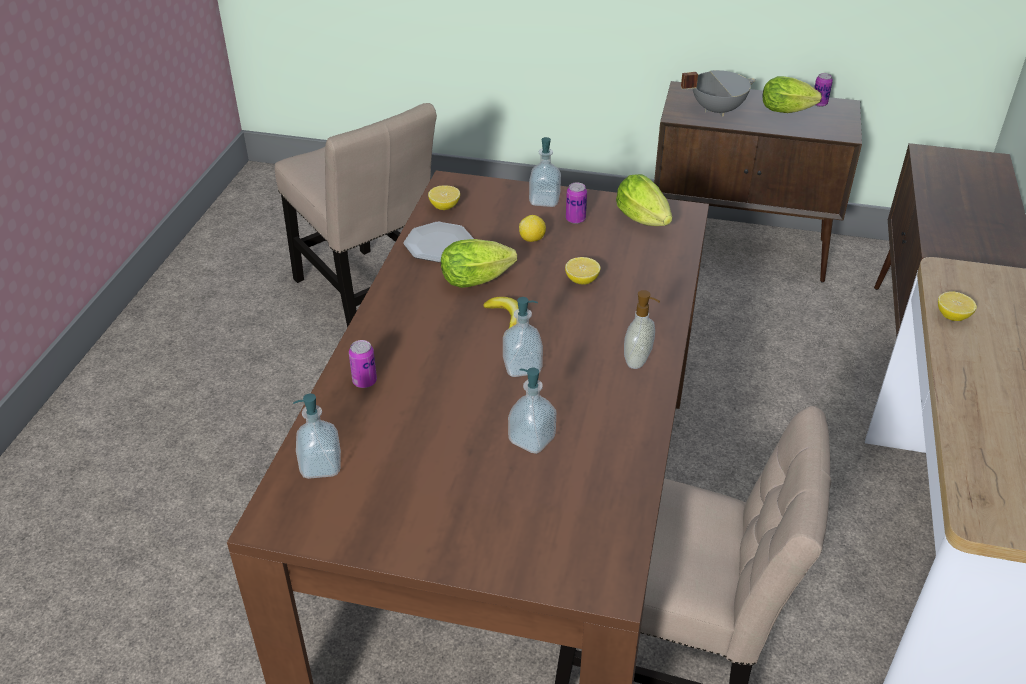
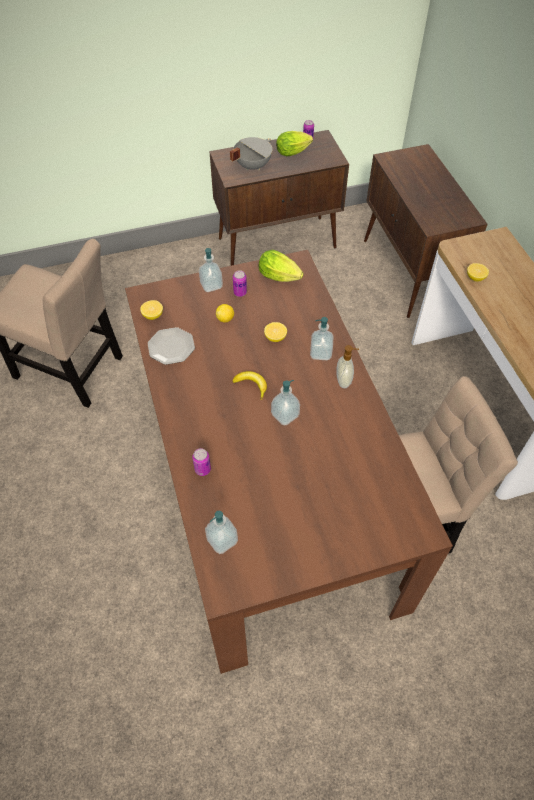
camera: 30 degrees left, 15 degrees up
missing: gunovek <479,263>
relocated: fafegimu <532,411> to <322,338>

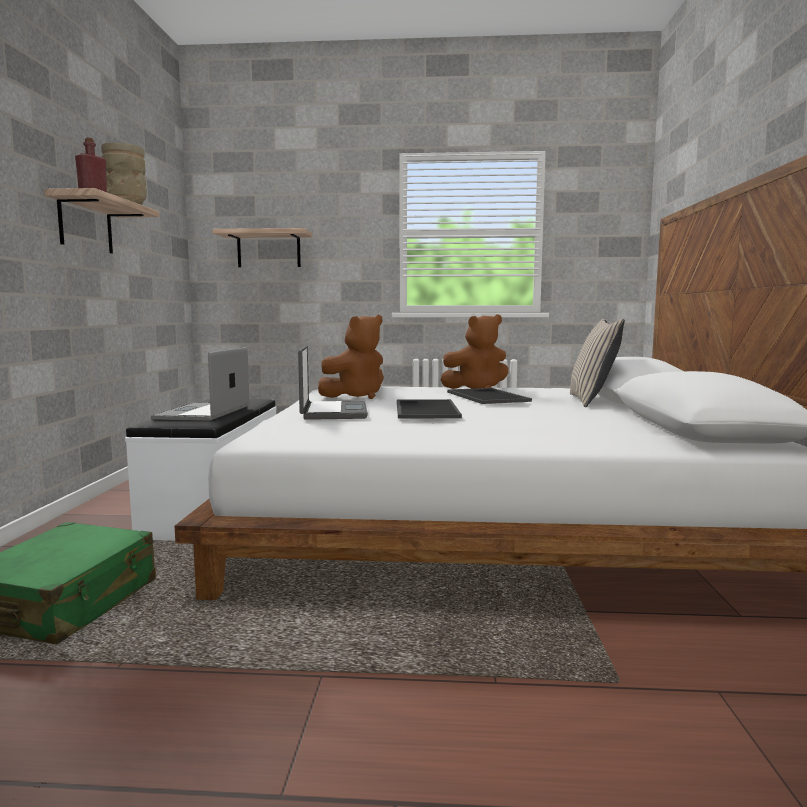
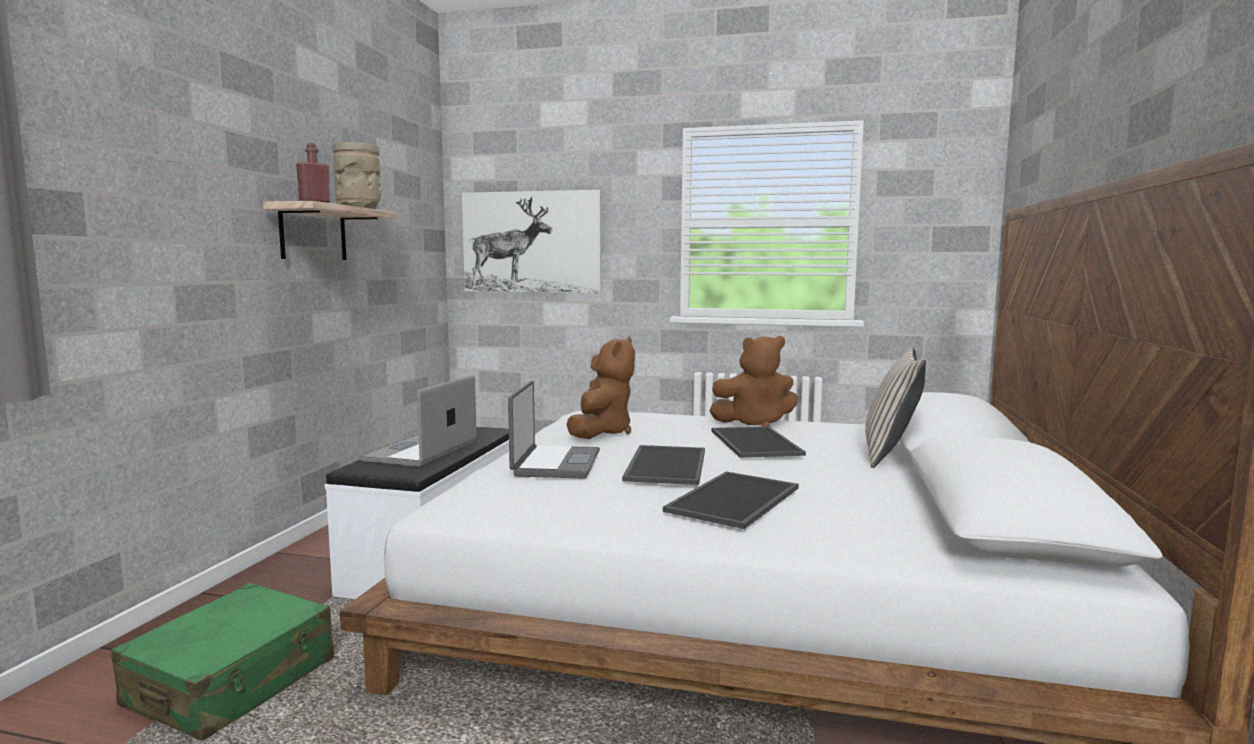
camera: 10 degrees right, 0 degrees up
appeared: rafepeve <731,500>
exchanged: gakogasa <262,247> to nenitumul <532,241>
spun: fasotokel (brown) <351,357> = <601,387> 45 degrees counterclockwise

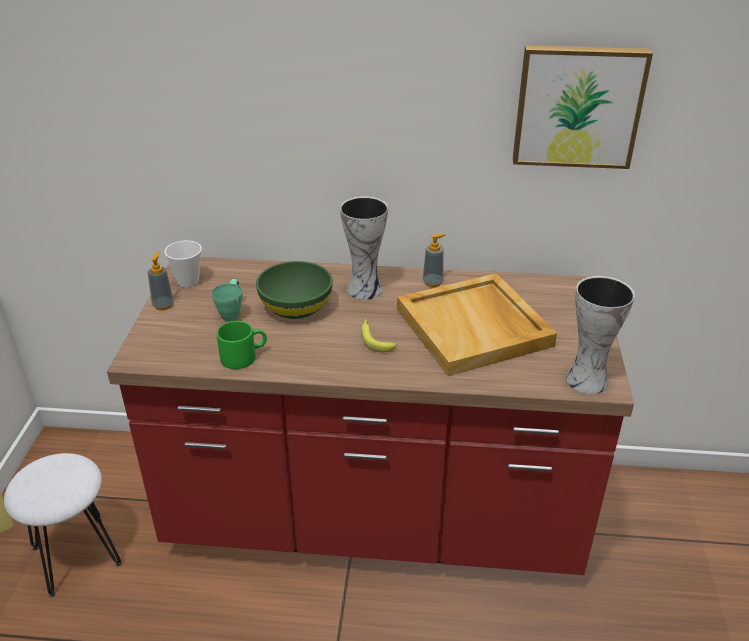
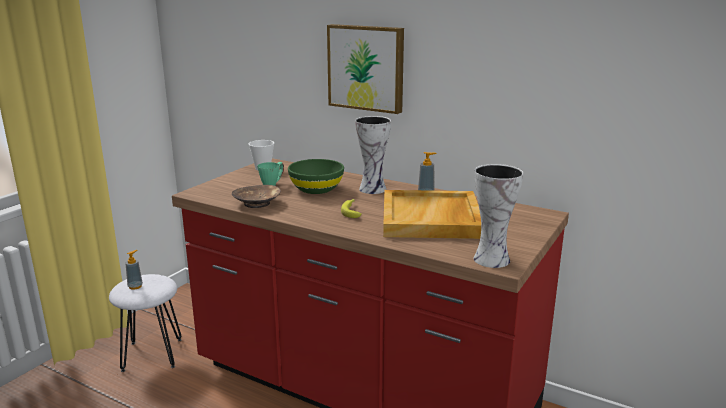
camera: 25 degrees right, 15 degrees down
relocated: fafegimu <161,281> to <134,270>; nenitumul <583,107> to <365,69>
exchanged: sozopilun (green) <241,345> to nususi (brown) <256,196>

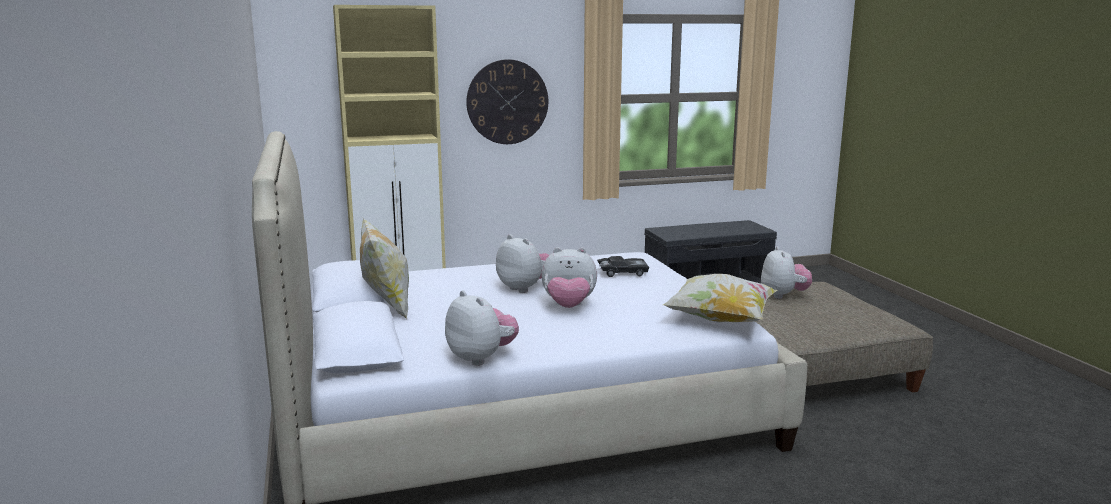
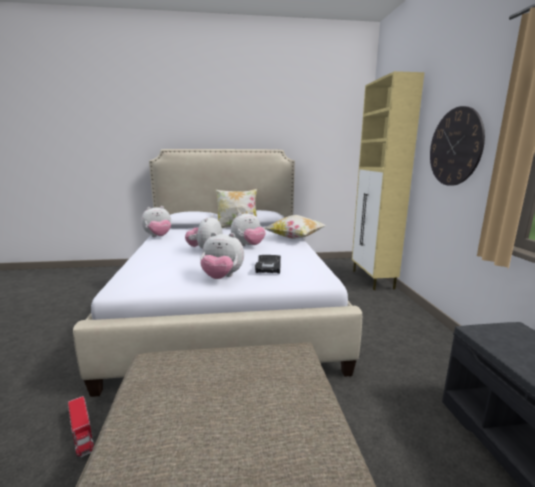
camera: 100 degrees right, 0 degrees up
appeared: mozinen <81,427>
relocated: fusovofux <720,298> to <295,227>; fasotokel <786,272> to <222,255>

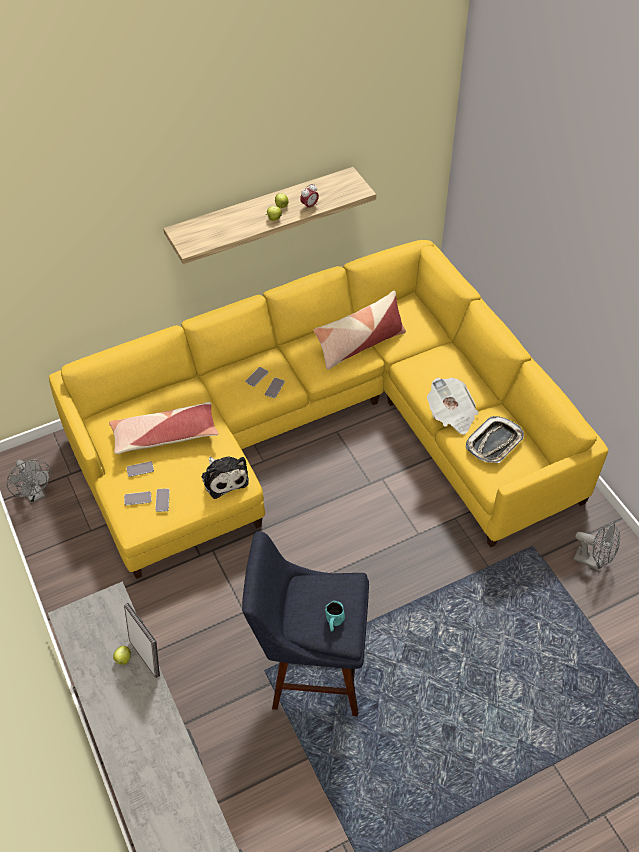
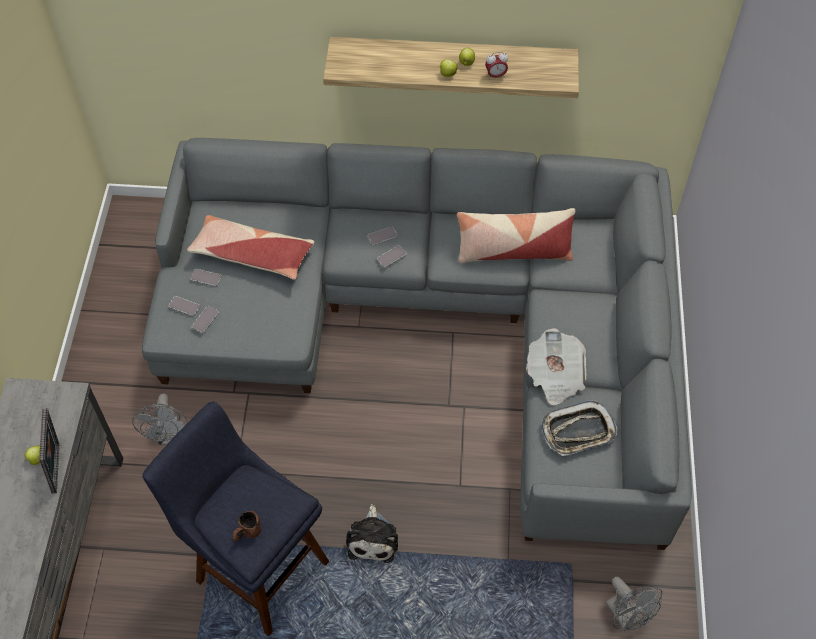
camera: 30 degrees right, 5 degrees up
relocated: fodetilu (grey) <29,481> to <160,419>; fasotokel <225,478> to <372,533>
colour: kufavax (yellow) <328,409> to kufavax (grey) <417,344>; sozopilun (turquoise) <335,616> to sozopilun (brown) <247,526>

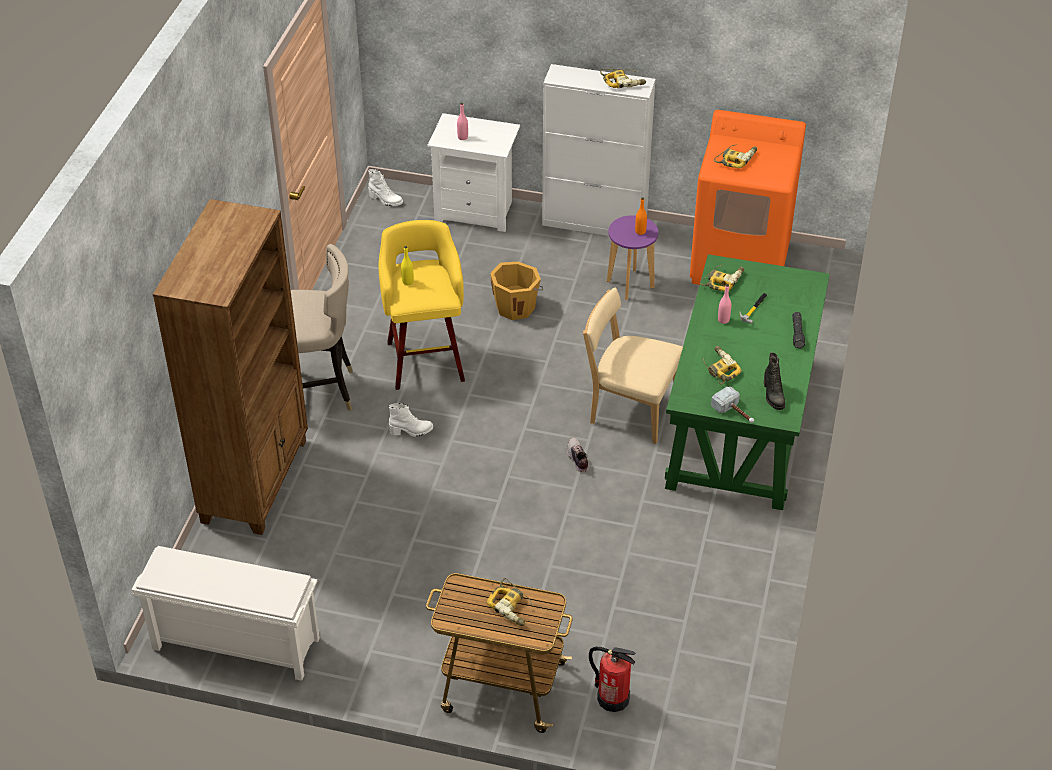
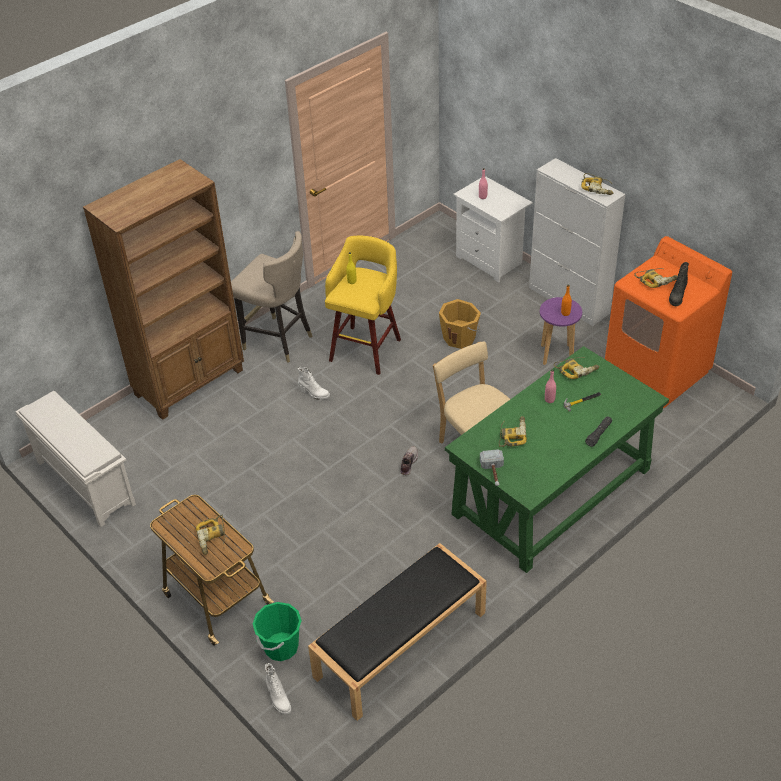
camera: 35 degrees right, 0 degrees up
appeared: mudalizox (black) <397,632>
relocated: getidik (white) <385,187> to <278,689>; getidik (black) <774,381> to <679,284>
exchanged: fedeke <612,679> to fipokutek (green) <277,631>

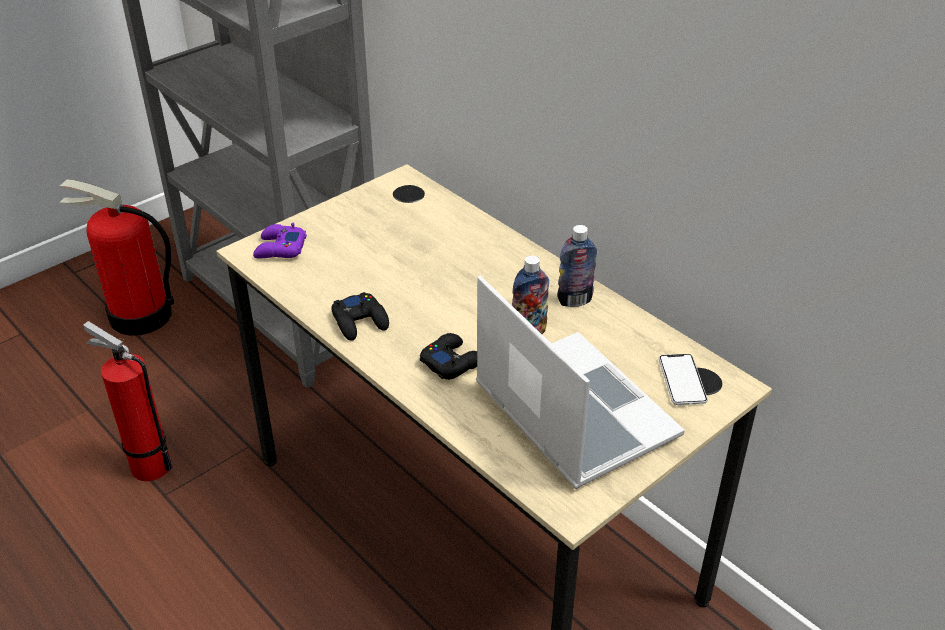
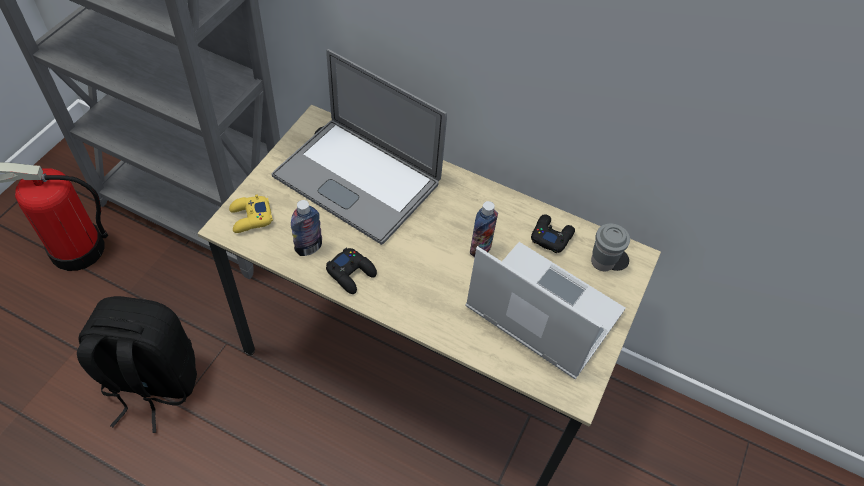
camera: 25 degrees left, 15 degrees up
appeared: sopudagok <359,147>
relocated: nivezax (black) <448,356> to <553,233>; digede <577,266> to <306,228>
exchanged: fedeke <128,401> to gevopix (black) <137,364>; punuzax <683,379> to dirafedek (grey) <610,247>
colour: nivezax (purple) <280,240> to nivezax (yellow) <251,213>

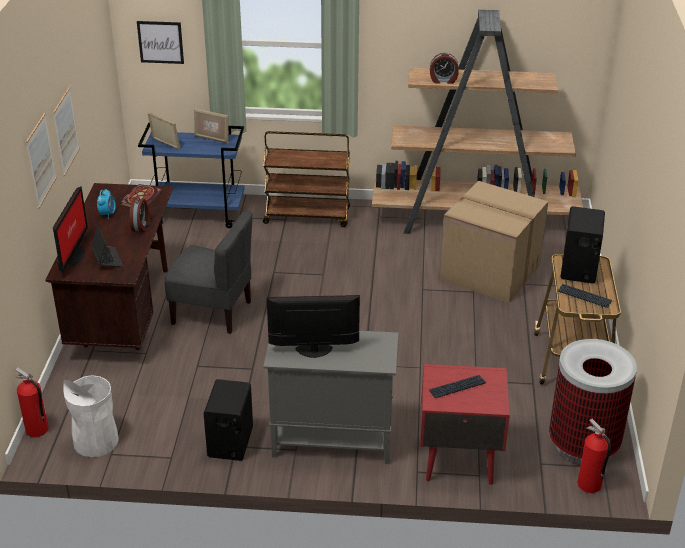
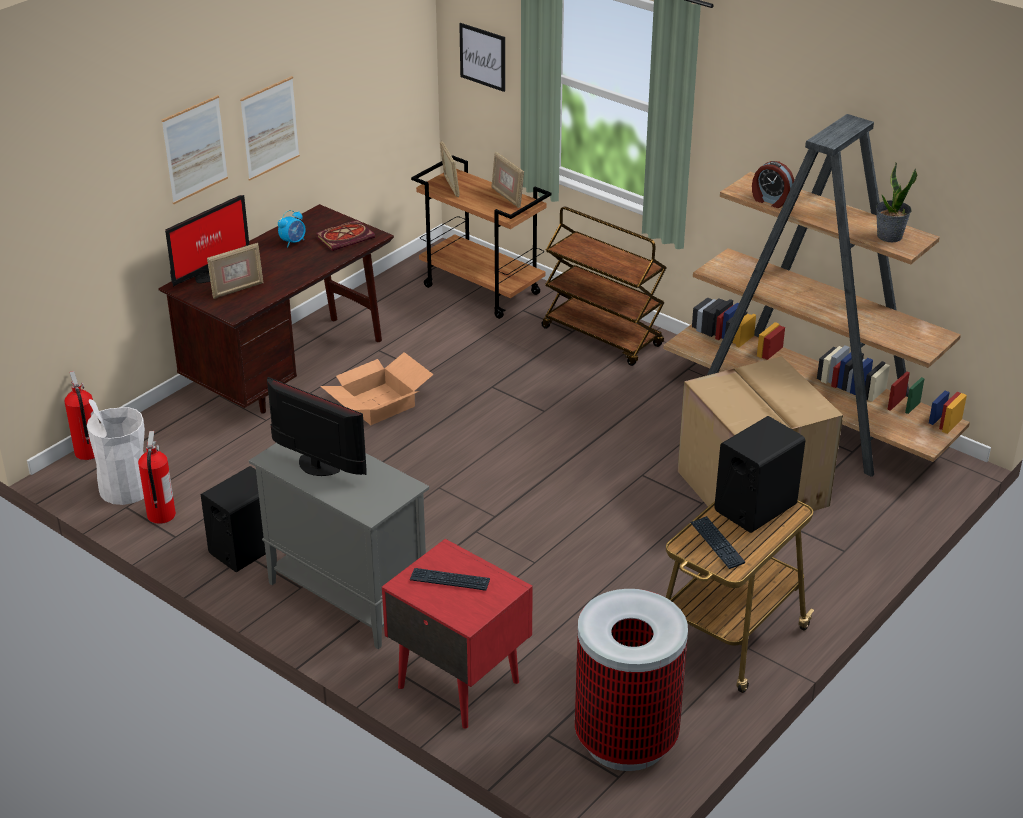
camera: 35 degrees right, 0 degrees up
missing: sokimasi <140,215>
appeared: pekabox <896,202>
relocated: fedeke <594,456> to <157,477>
exchanged: sopudagok <107,245> to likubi <235,271>; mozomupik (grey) <208,272> to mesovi <377,388>
colour: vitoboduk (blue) <191,175> to vitoboduk (brown) <481,237>

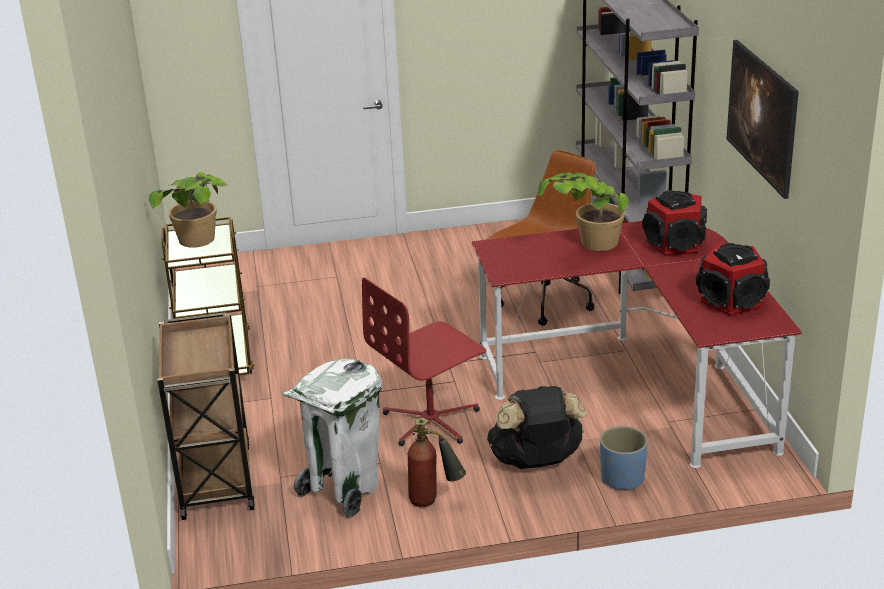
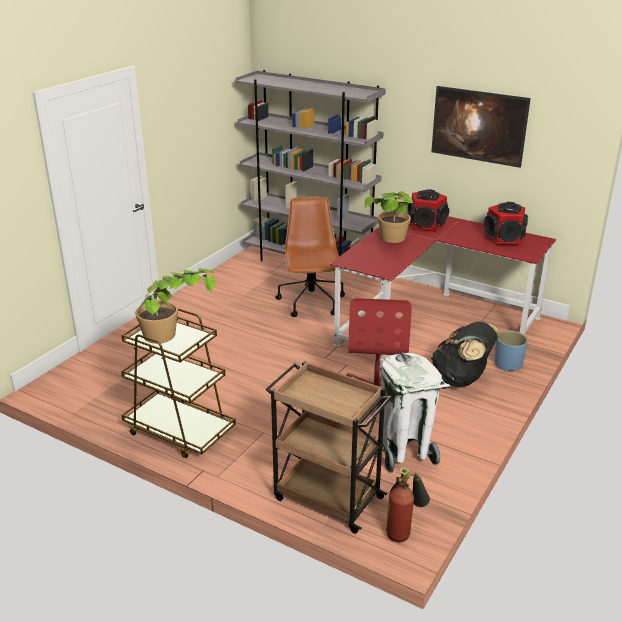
camera: 50 degrees left, 0 degrees up
relocated: fedeke <437,462> to <408,505>

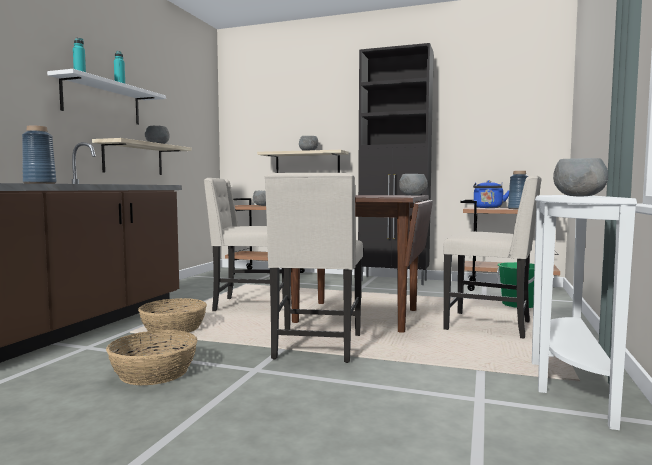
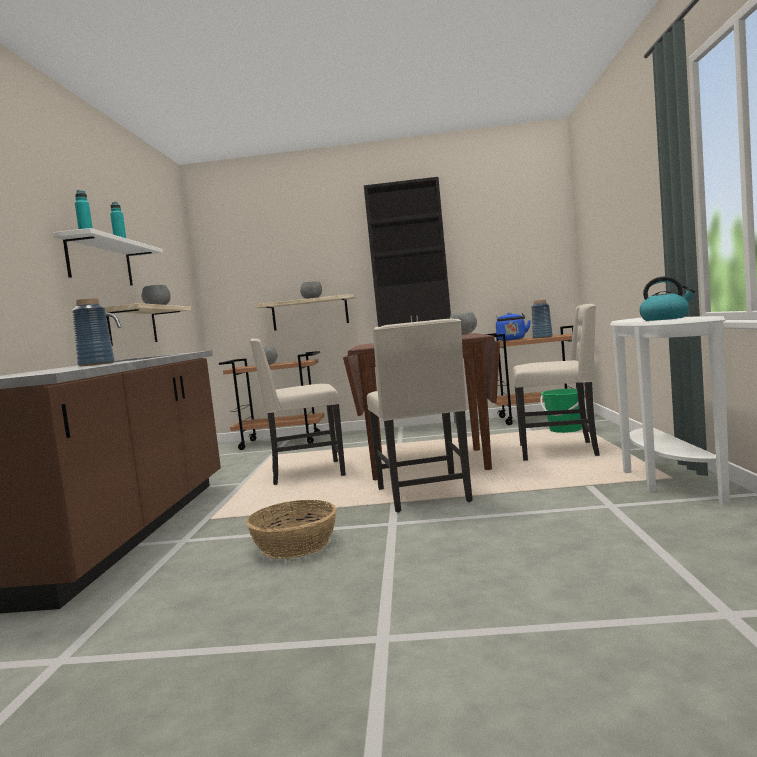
camera: 15 degrees left, 0 degrees up
missing: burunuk <172,315>
exchanged: nususi (grey) <580,177> to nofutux <667,298>

